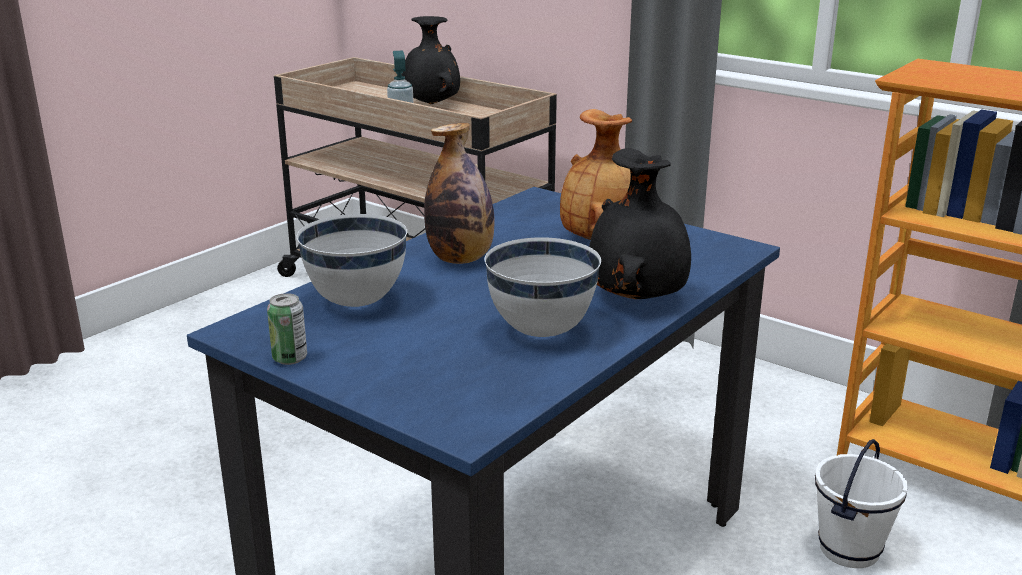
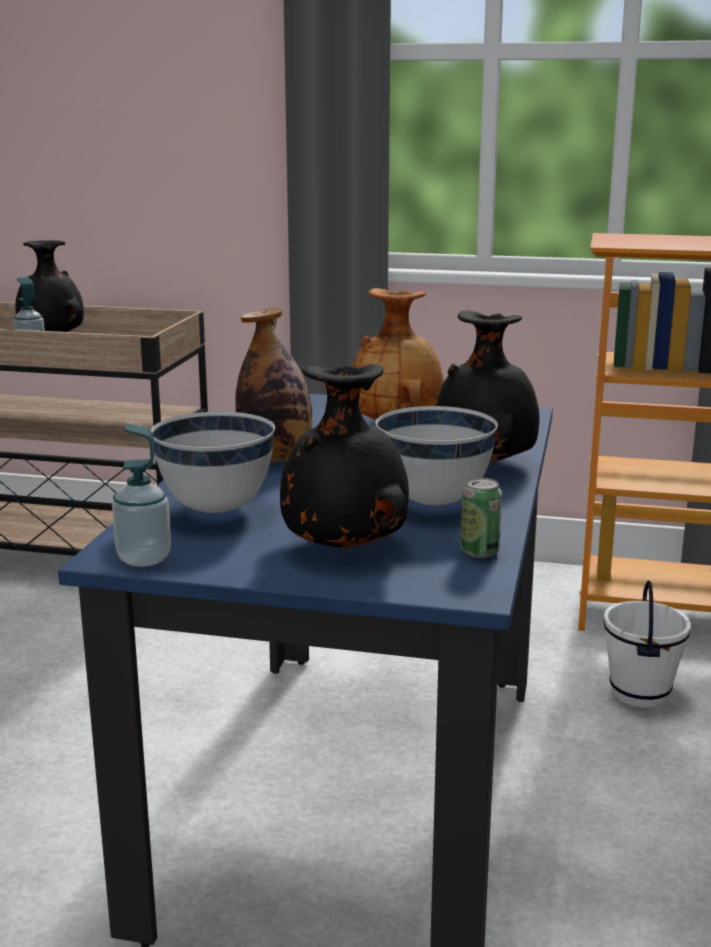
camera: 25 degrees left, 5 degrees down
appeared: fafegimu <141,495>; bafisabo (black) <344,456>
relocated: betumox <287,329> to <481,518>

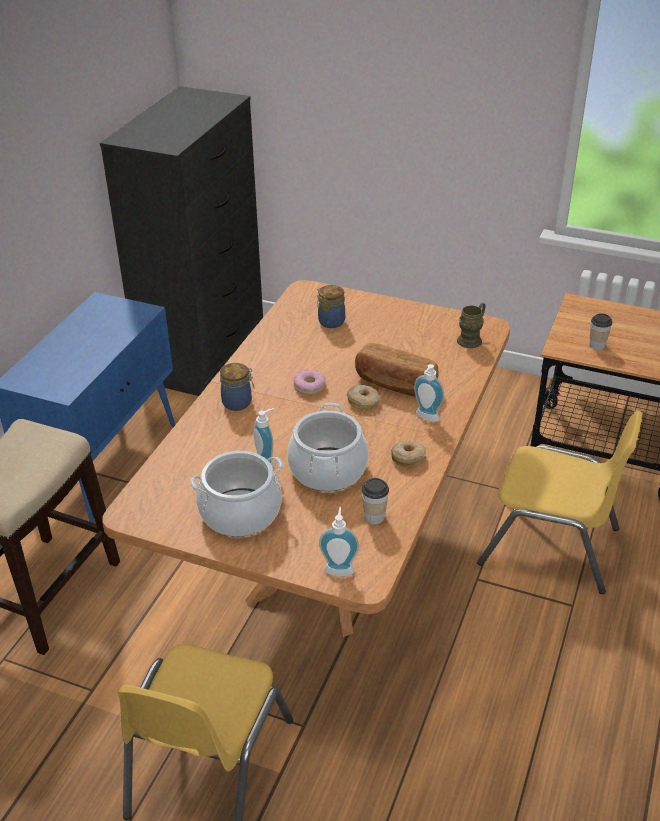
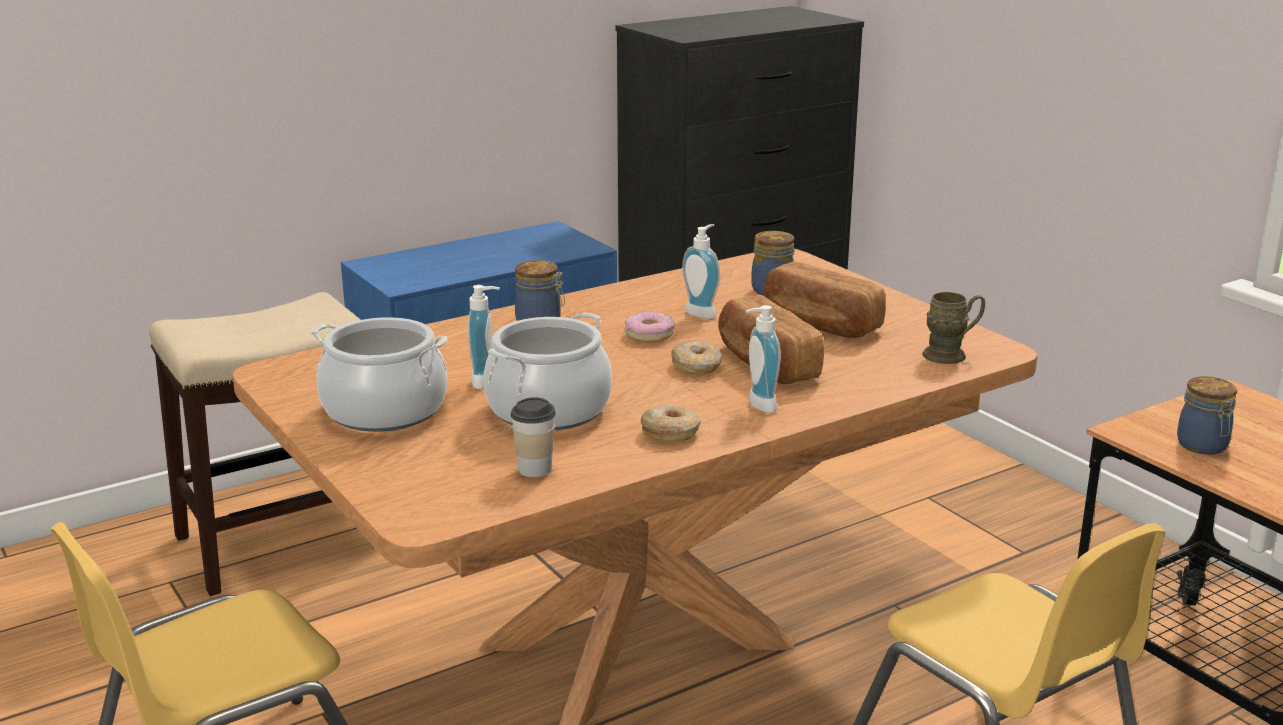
camera: 35 degrees right, 15 degrees down
appeared: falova <825,299>
relocated: fafegimu <339,542> to <701,271>
exchanged: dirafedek <600,331> to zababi <1207,415>

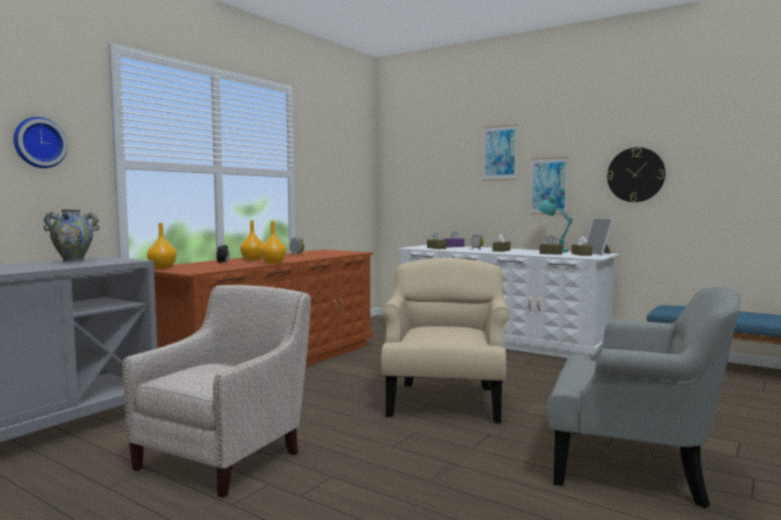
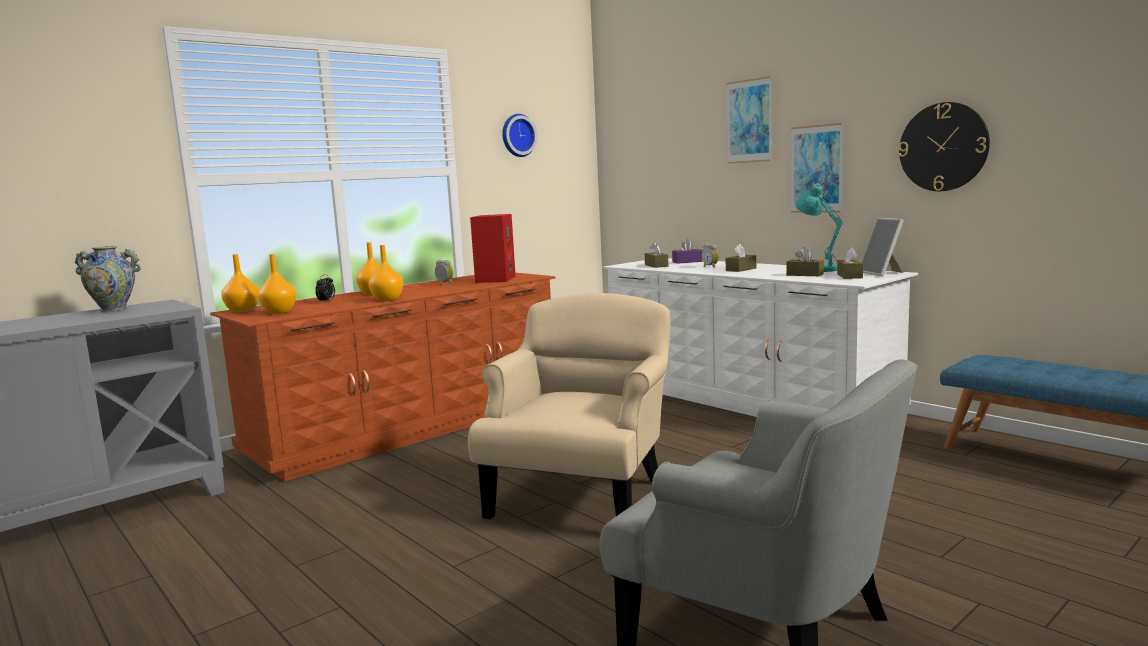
camera: 15 degrees right, 5 degrees up
missing: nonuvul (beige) <217,391>
appeared: bafisabo (orange) <277,284>; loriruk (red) <493,248>
relocated: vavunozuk <40,142> to <519,135>

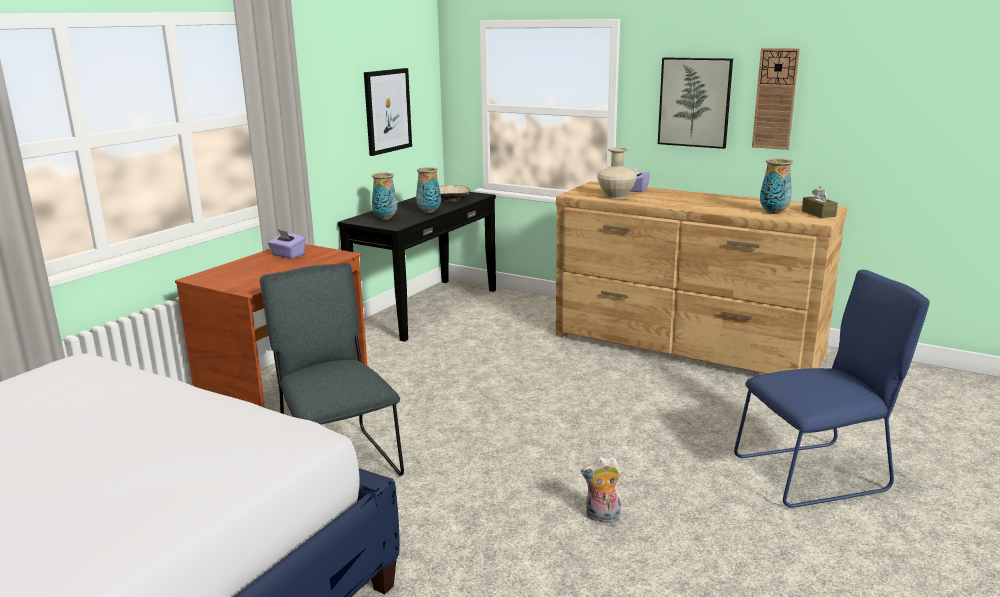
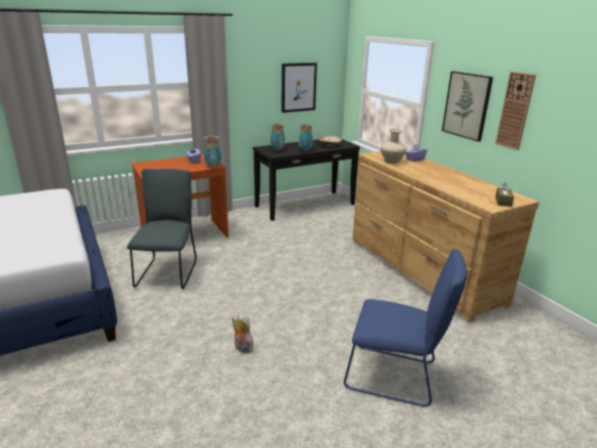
camera: 30 degrees right, 5 degrees up
relocated: bafisabo <776,186> to <212,152>

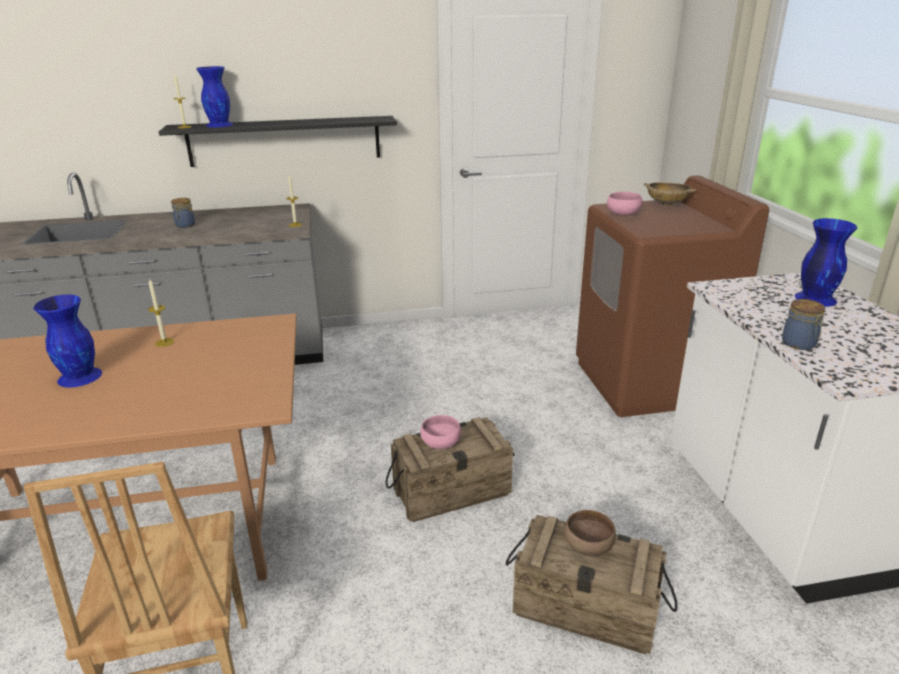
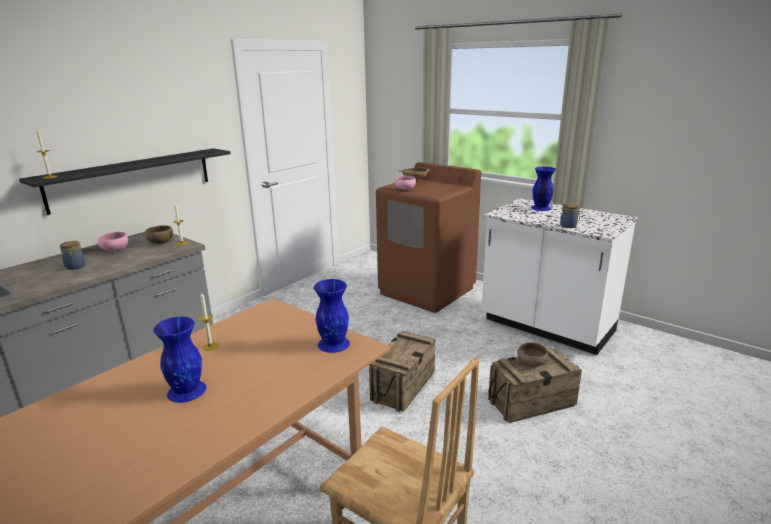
camera: 40 degrees left, 5 degrees down
appeared: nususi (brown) <159,234>
relocated: bafisabo (blue) <215,96> to <332,316>; nususi (pink) <440,432> to <113,241>

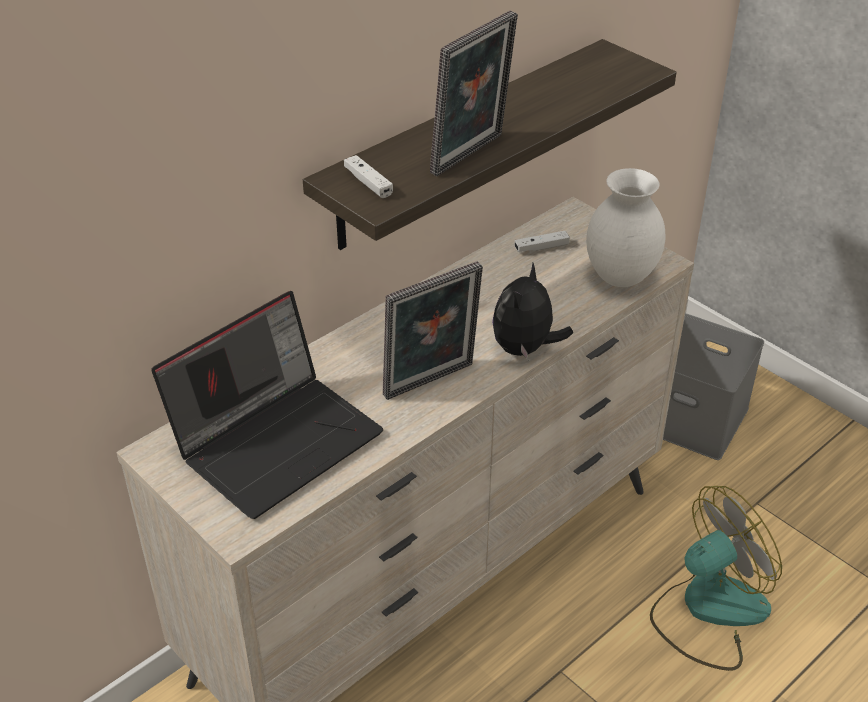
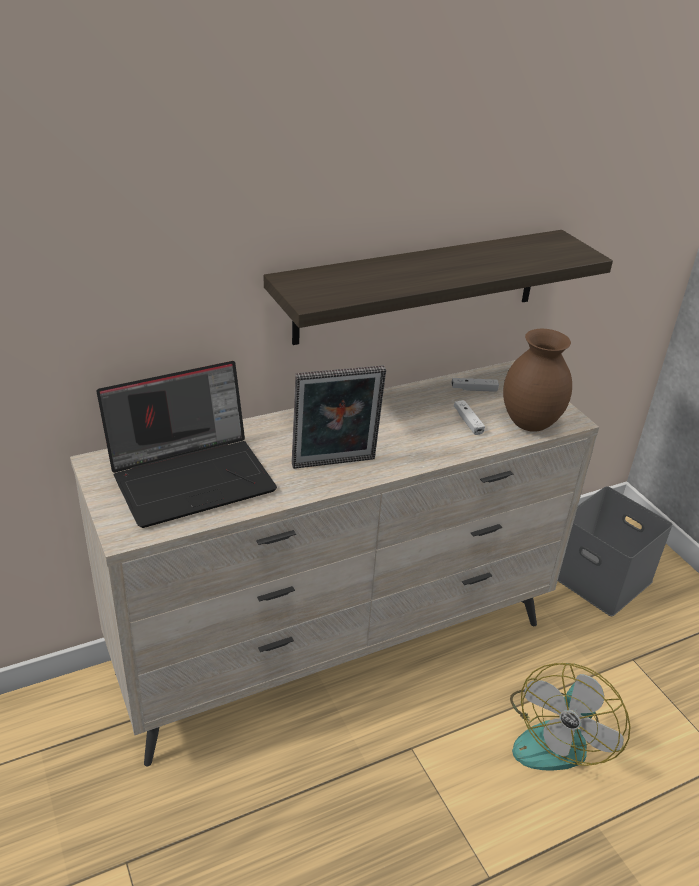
camera: 15 degrees right, 5 degrees down
missing: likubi <474,93>; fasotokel <532,311>
relocated: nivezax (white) <368,176> to <469,417>
colour: bafisabo (white) <625,227> to bafisabo (brown) <537,380>
spun: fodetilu <716,578> = <570,717> 135 degrees clockwise

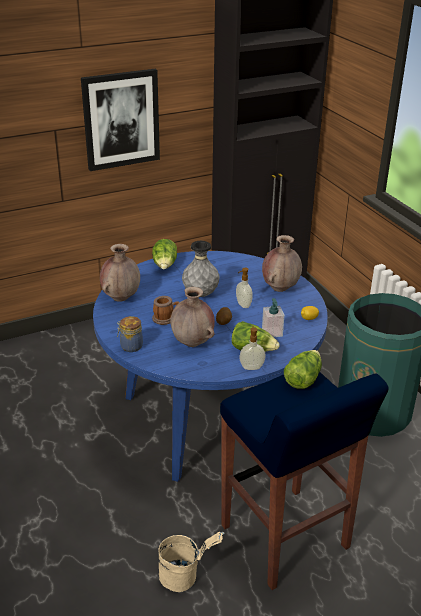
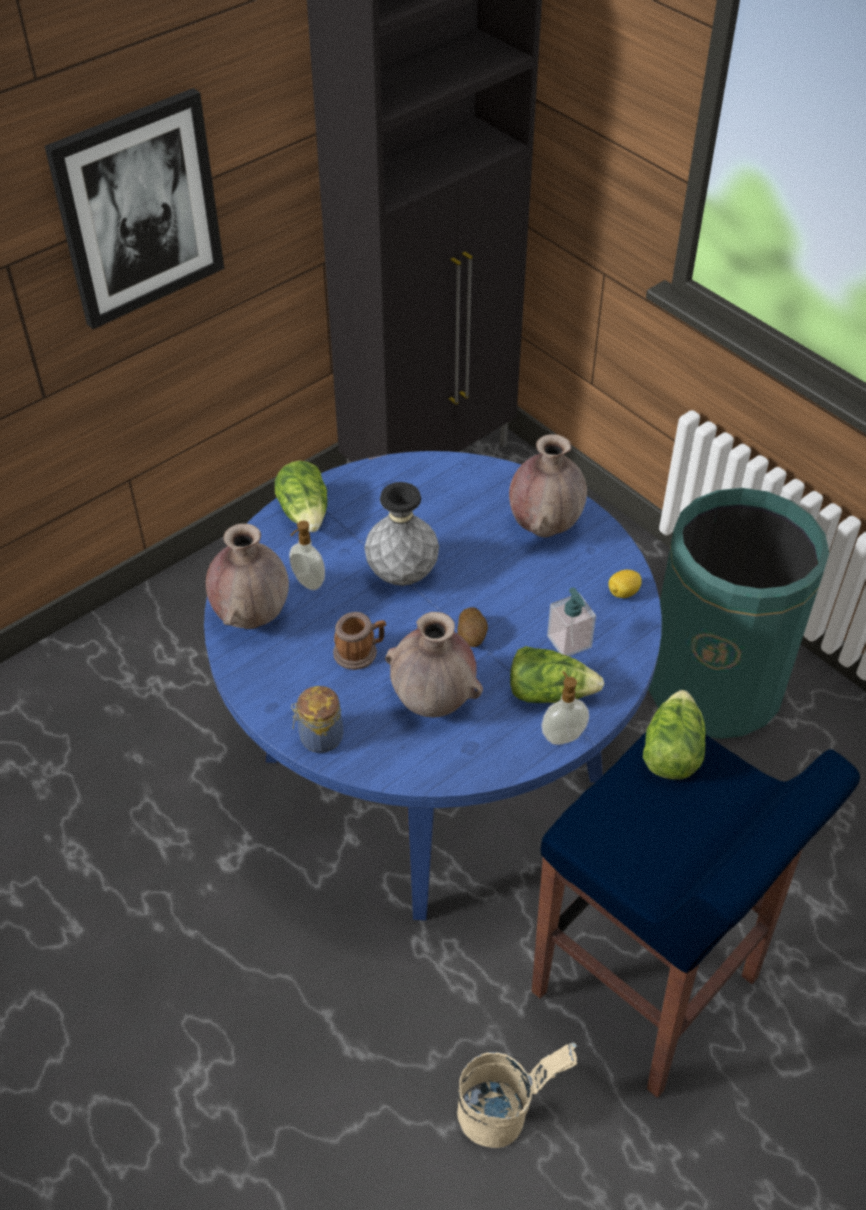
camera: 15 degrees left, 15 degrees up
relocated: fafegimu <244,288> to <307,555>

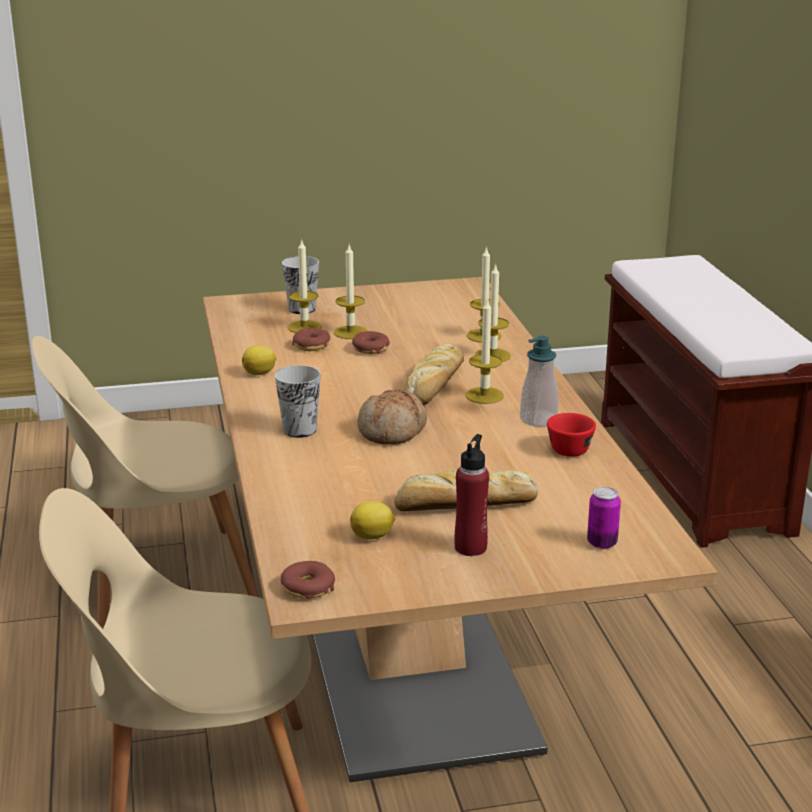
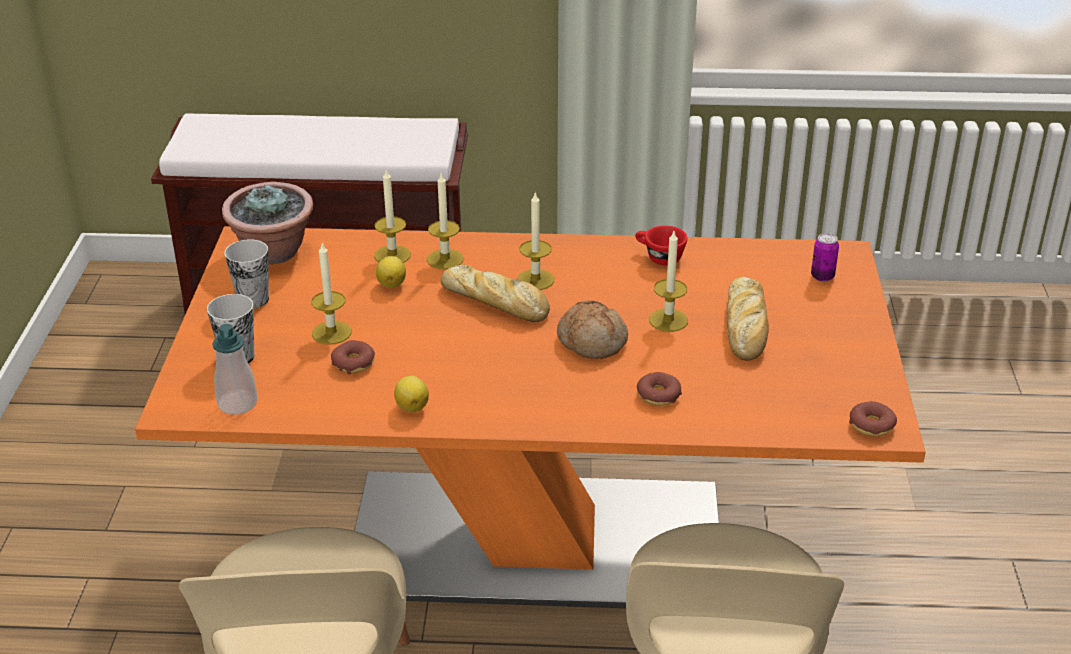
camera: 75 degrees left, 10 degrees up
missing: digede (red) <471,495>
appeared: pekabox <267,223>
relocated: dirafedek <298,401> to <246,273>; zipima <305,286> to <668,281>; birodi <372,520> to <391,272>; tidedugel <371,342> to <659,389>; fafegimu <539,381> to <235,369>
colour: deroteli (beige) <460,529> to deroteli (orange) <530,417>

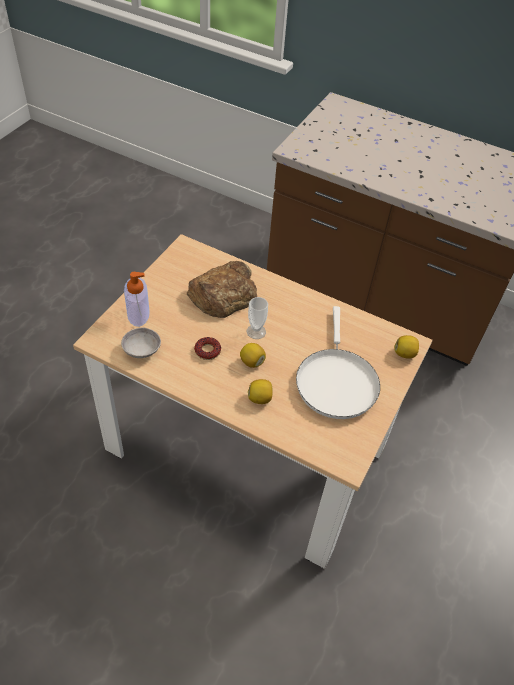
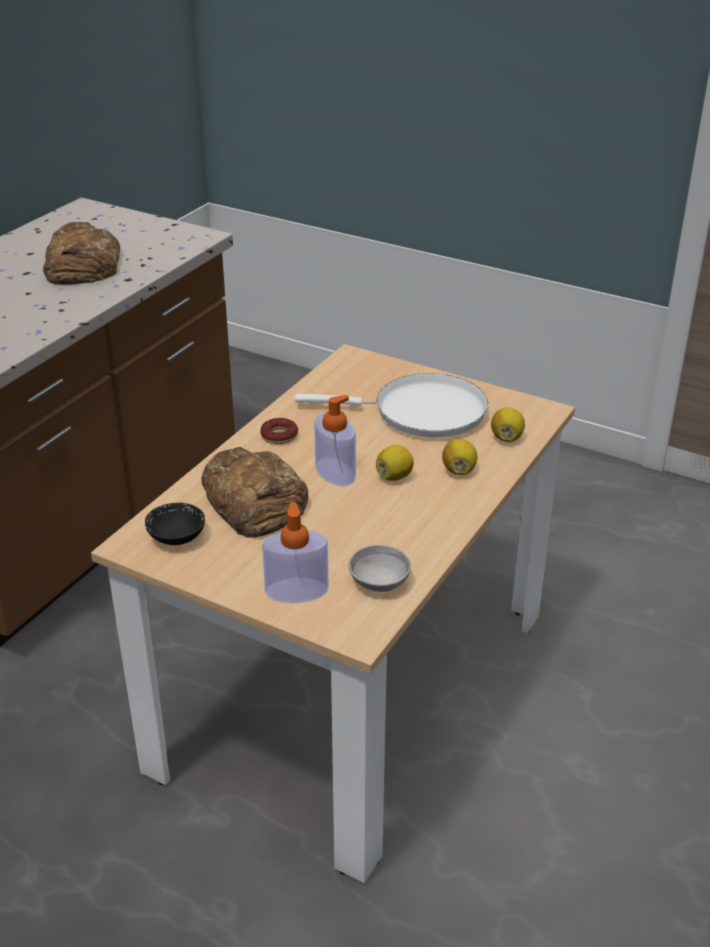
camera: 85 degrees left, 15 degrees down
appeared: falova <81,253>; nususi (black) <175,524>
relocated: tidedugel <207,348> to <279,431>; birodi <406,347> to <508,424>
exchanged: dirafedek <257,318> to fafegimu <335,440>

